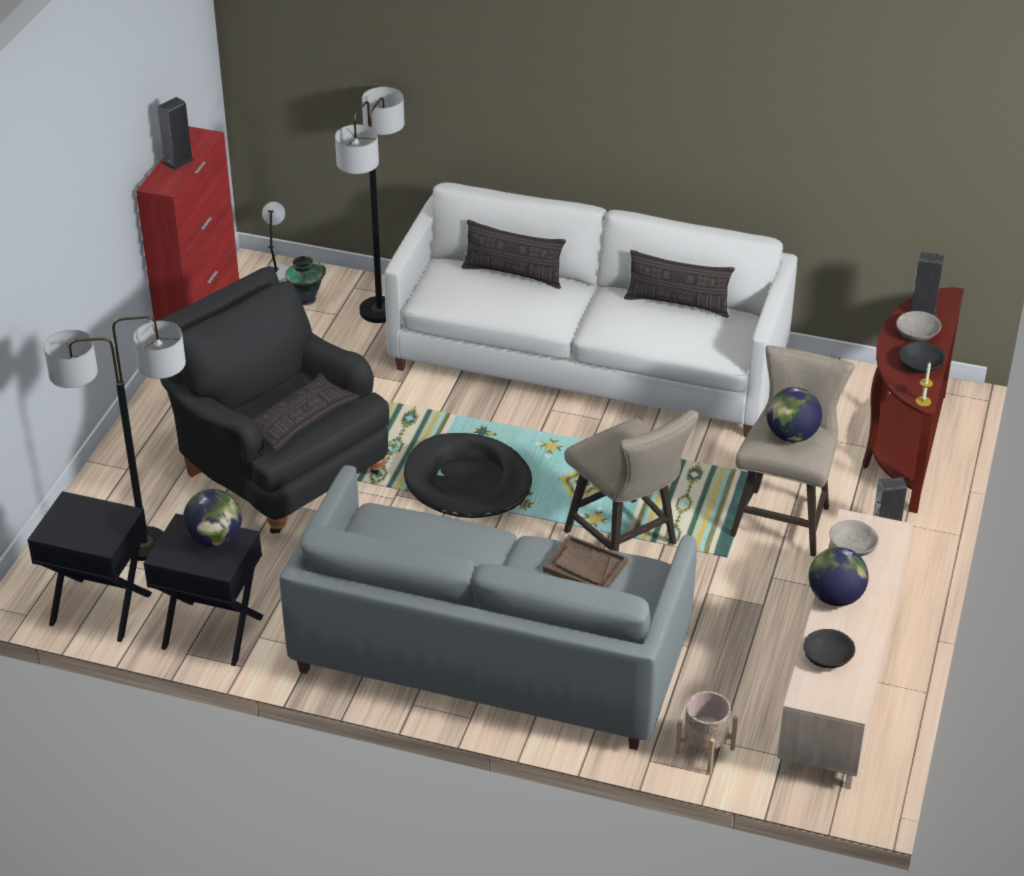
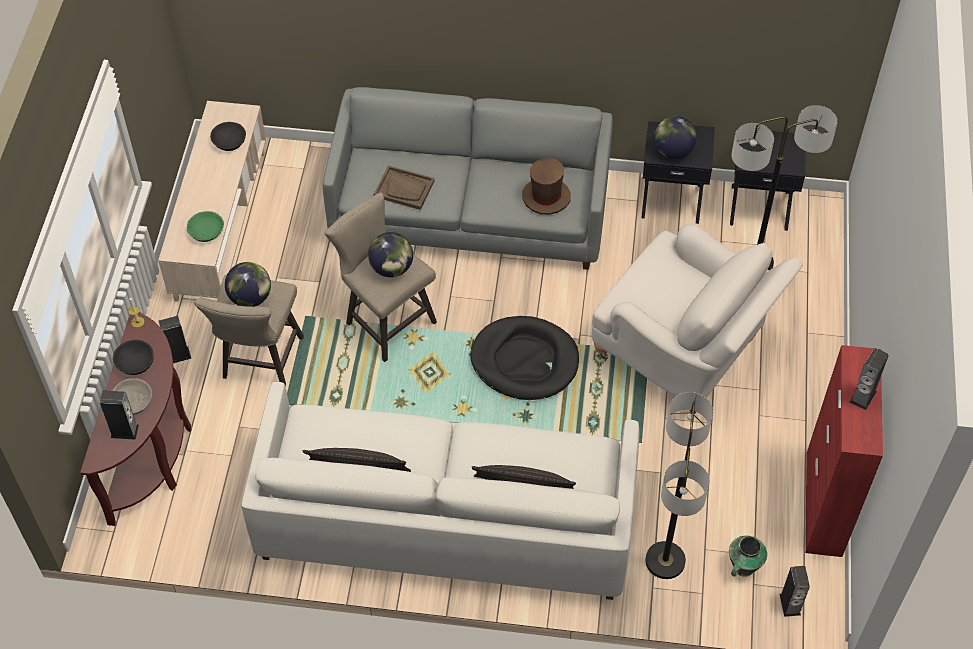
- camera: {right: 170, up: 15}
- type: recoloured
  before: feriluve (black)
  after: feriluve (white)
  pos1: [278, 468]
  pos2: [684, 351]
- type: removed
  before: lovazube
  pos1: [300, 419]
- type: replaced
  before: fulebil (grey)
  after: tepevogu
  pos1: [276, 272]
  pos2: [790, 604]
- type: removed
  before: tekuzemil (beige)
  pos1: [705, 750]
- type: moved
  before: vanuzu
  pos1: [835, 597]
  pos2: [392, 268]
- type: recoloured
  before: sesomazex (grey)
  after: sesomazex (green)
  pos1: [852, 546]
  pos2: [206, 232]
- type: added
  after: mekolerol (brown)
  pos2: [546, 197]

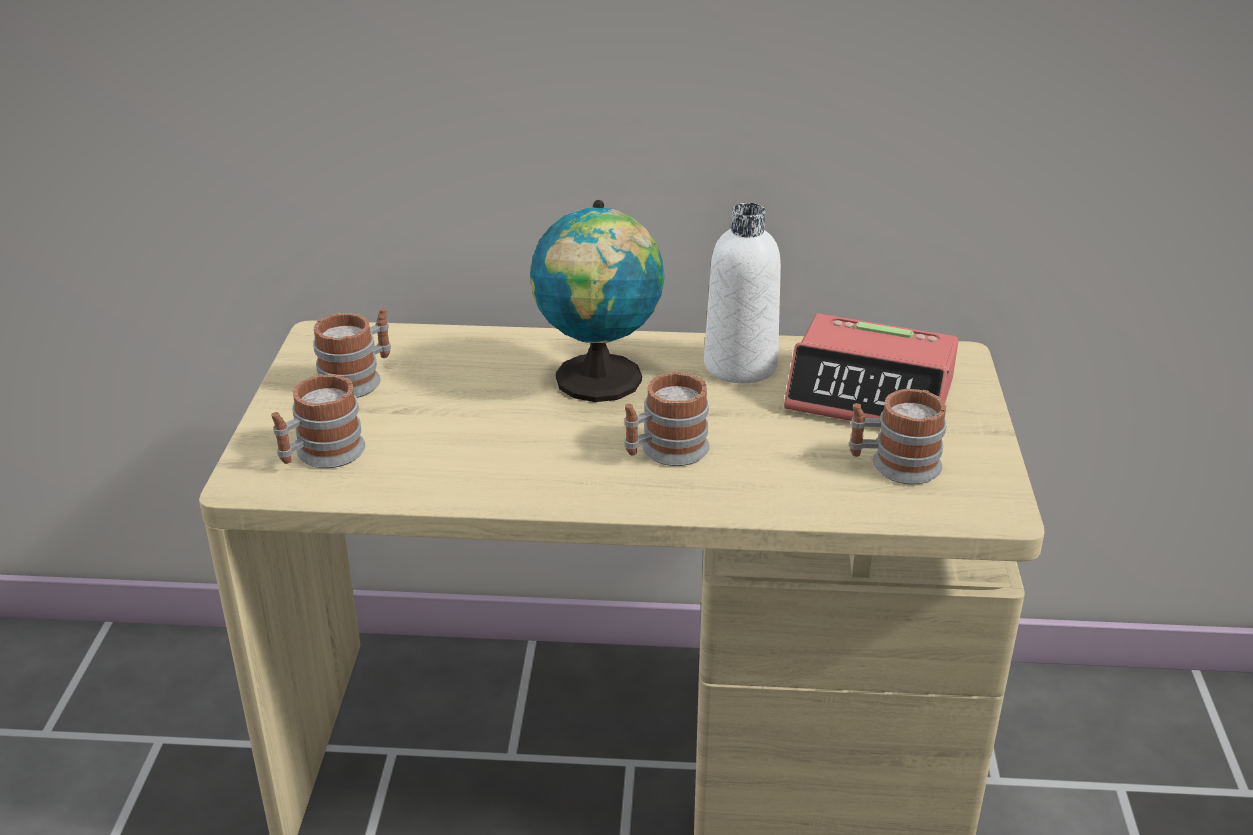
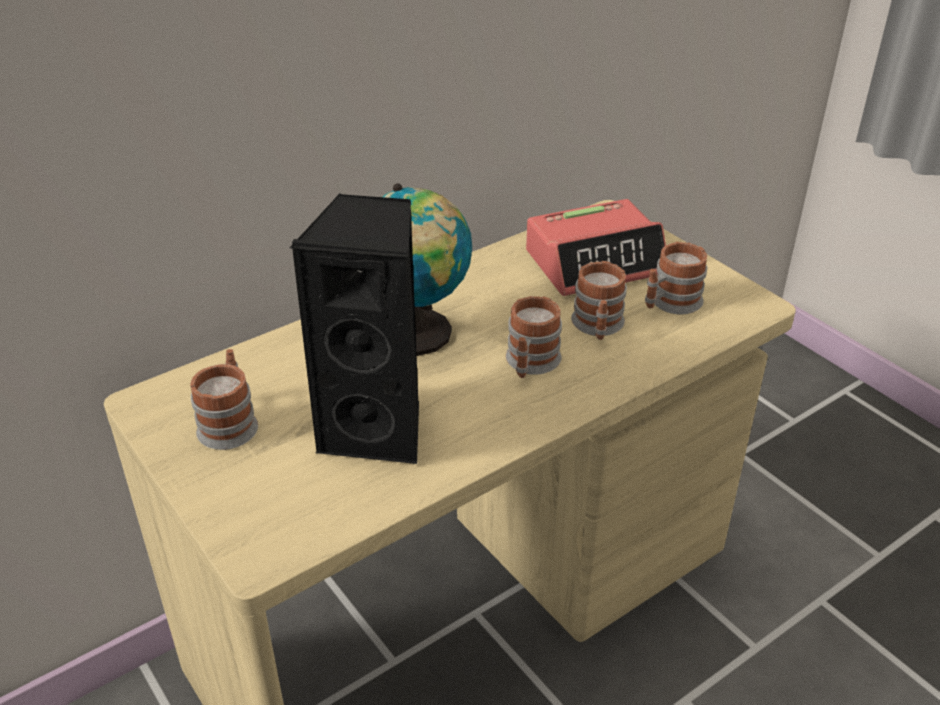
- camera: {right: -40, up: 5}
- type: moved
  before: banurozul
  pos1: [321, 455]
  pos2: [598, 327]
- type: removed
  before: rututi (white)
  pos1: [740, 366]
- type: added
  after: tepevogu (black)
  pos2: [378, 429]

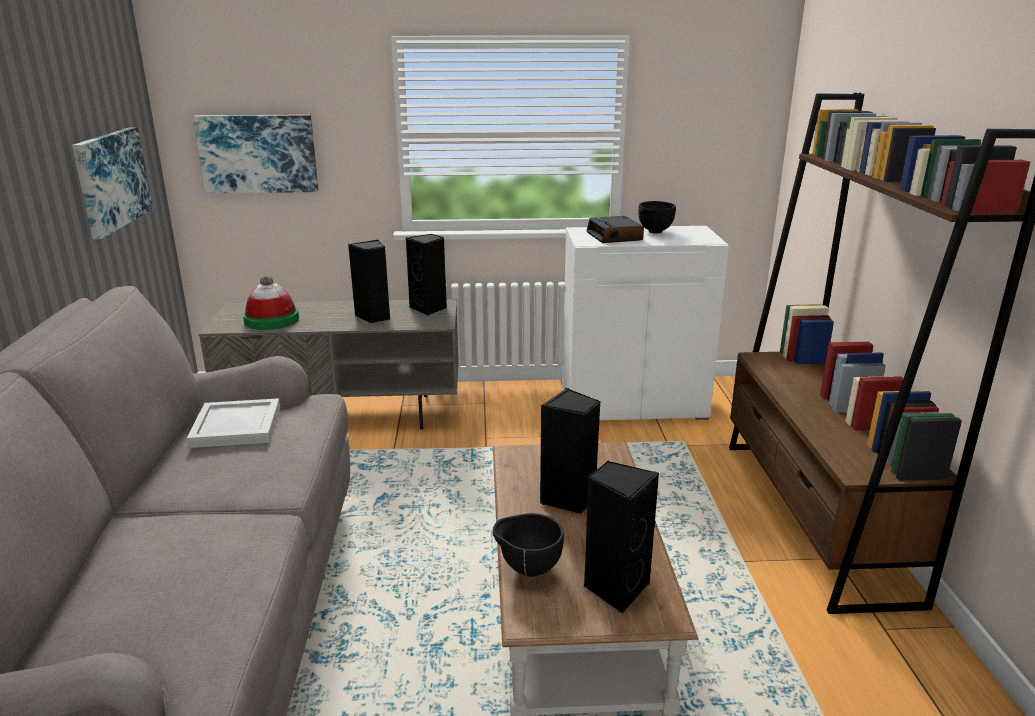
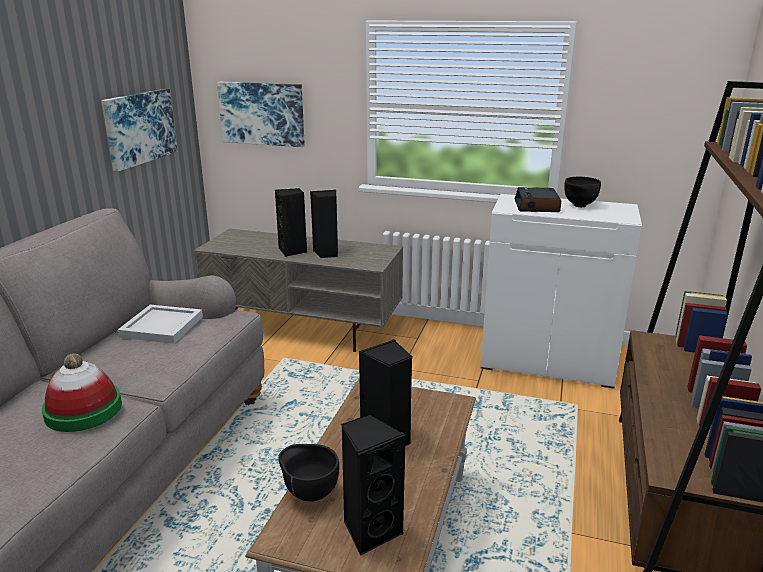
- camera: {right: 20, up: 0}
- type: moved
  before: mekolerol
  pos1: [271, 320]
  pos2: [83, 410]
- type: moved
  before: tepevogu (black)
  pos1: [429, 309]
  pos2: [293, 251]

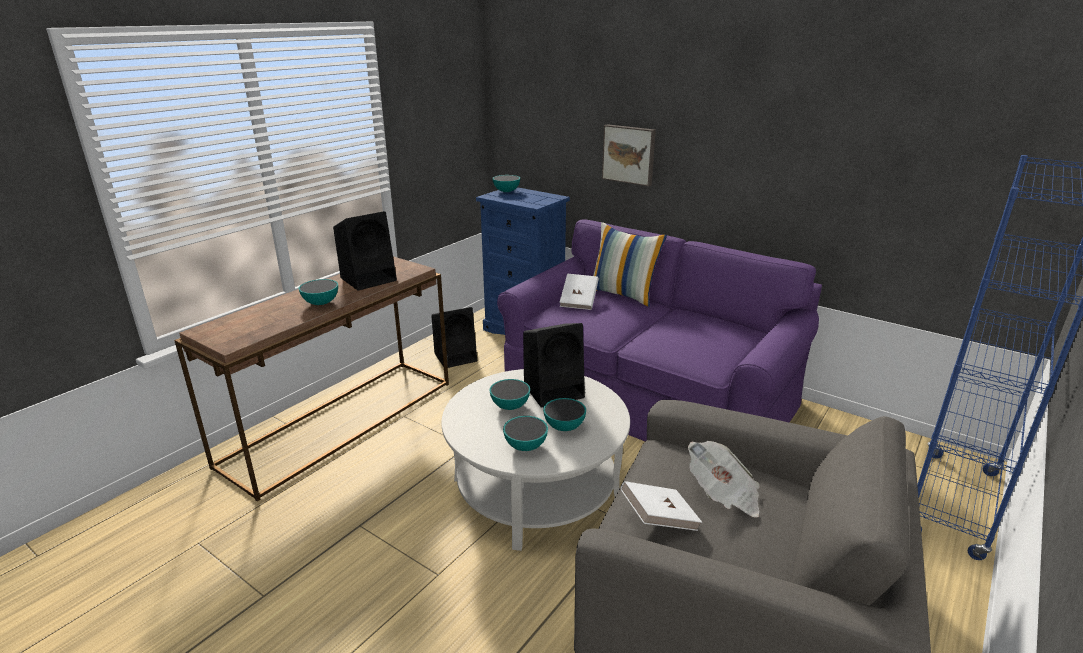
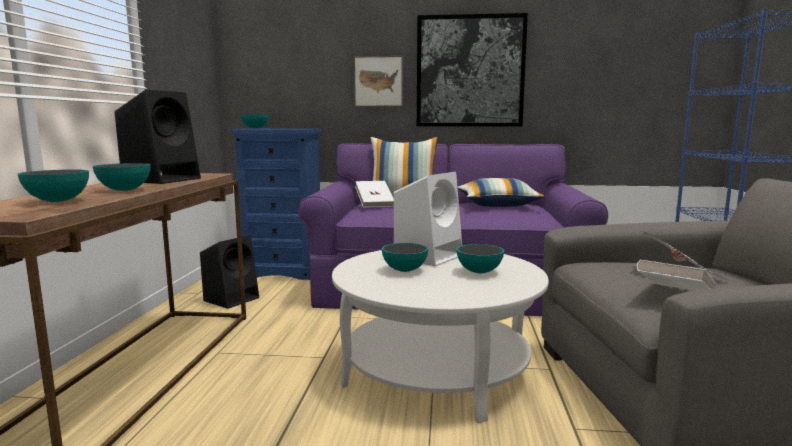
- camera: {right: -30, up: -15}
- type: moved
  before: sesomazex
  pos1: [525, 446]
  pos2: [58, 201]
- type: recoloured
  before: tepevogu (black)
  after: tepevogu (white)
  pos1: [555, 390]
  pos2: [429, 256]
- type: added
  after: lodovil
  pos2: [470, 71]
- type: added
  after: lovazube
  pos2: [497, 205]

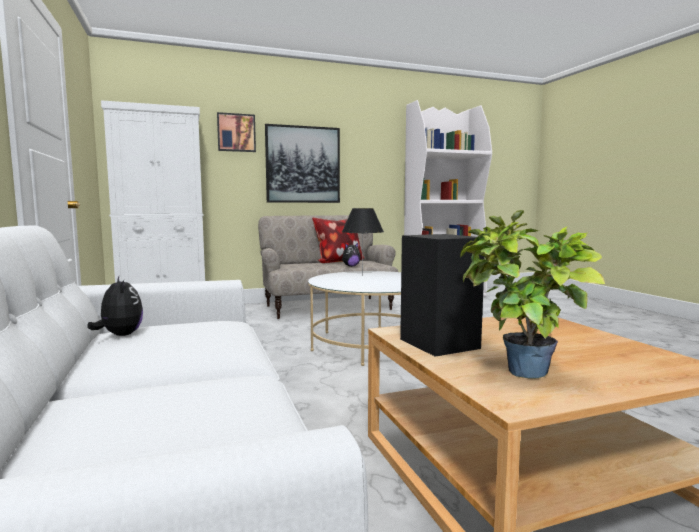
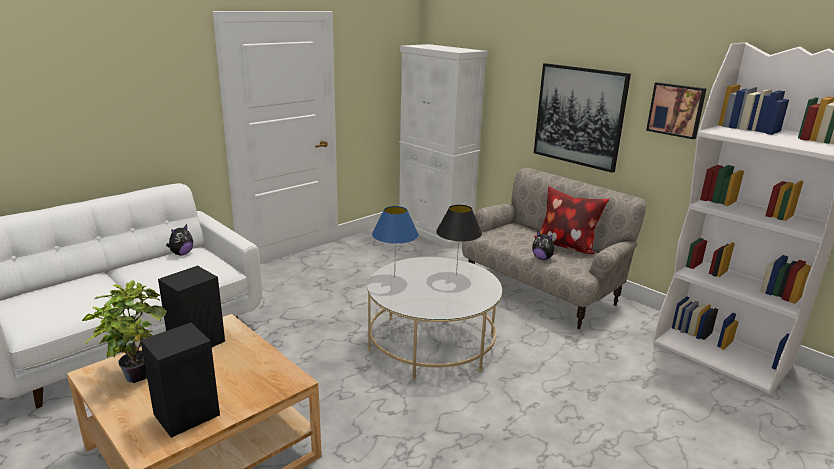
- camera: {right: 65, up: 15}
- type: moved
  before: lodovil
  pos1: [236, 133]
  pos2: [676, 110]
- type: added
  after: tepevogu (black)
  pos2: [188, 414]
- type: added
  after: fulebil (blue)
  pos2: [394, 278]

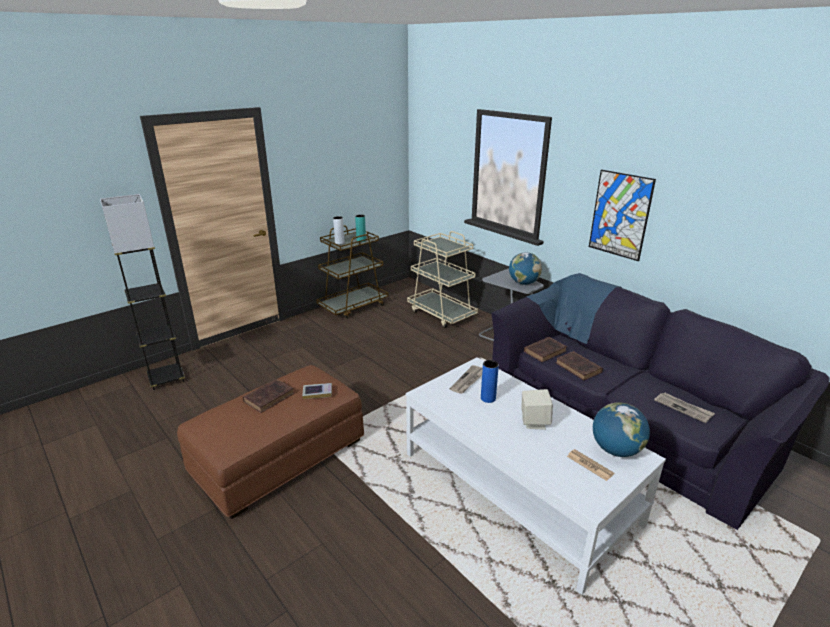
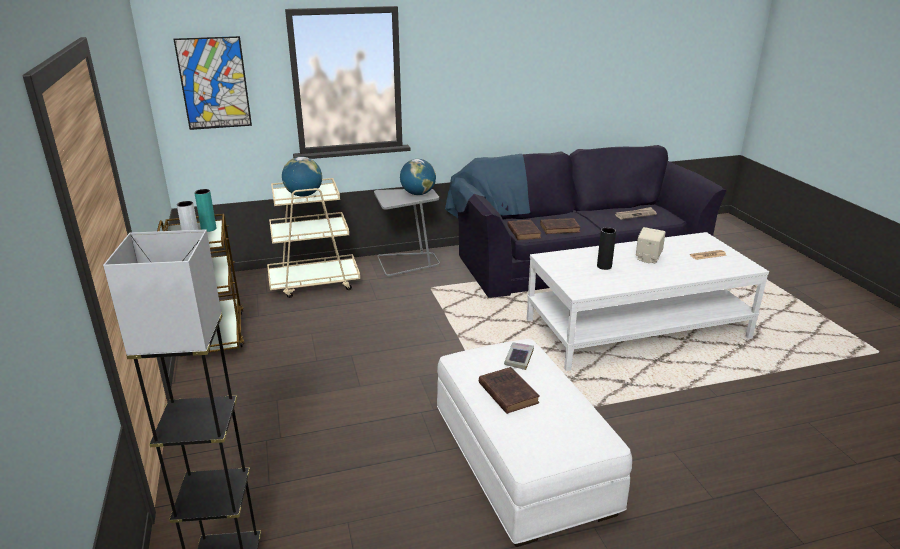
- camera: {right: -65, up: 0}
- type: recoloured
  before: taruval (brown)
  after: taruval (white)
  pos1: [279, 456]
  pos2: [521, 460]
- type: removed
  before: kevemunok
  pos1: [468, 381]
- type: recoloured
  before: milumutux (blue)
  after: milumutux (black)
  pos1: [488, 398]
  pos2: [604, 266]
- type: moved
  before: lodovil
  pos1: [620, 215]
  pos2: [214, 83]
- type: moved
  before: vanuzu
  pos1: [615, 450]
  pos2: [304, 195]

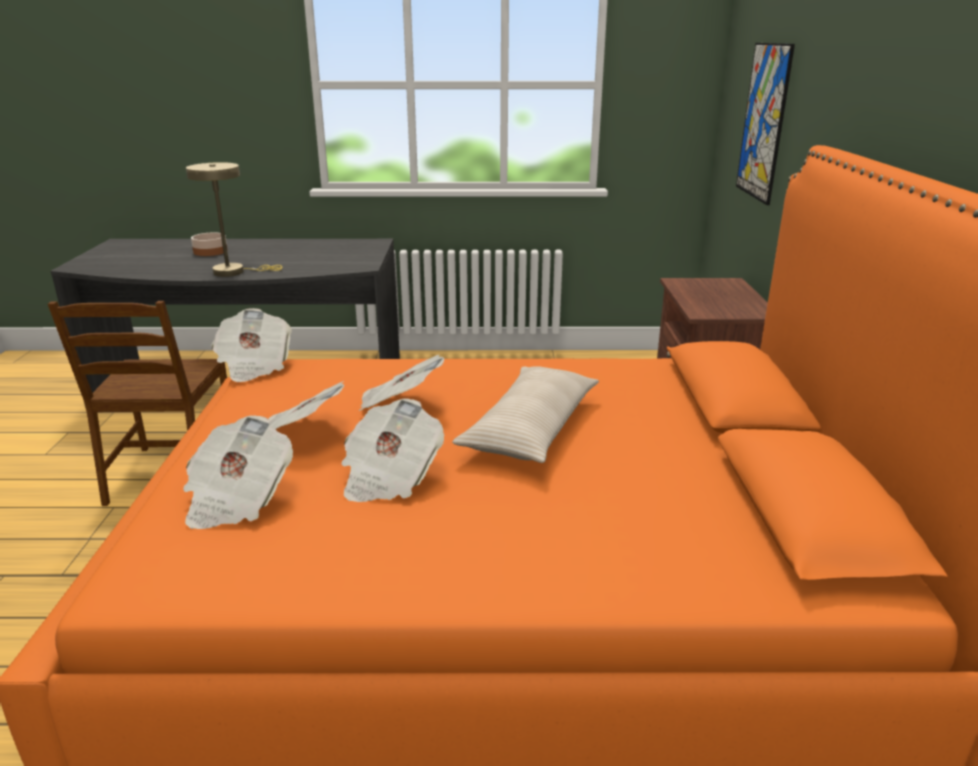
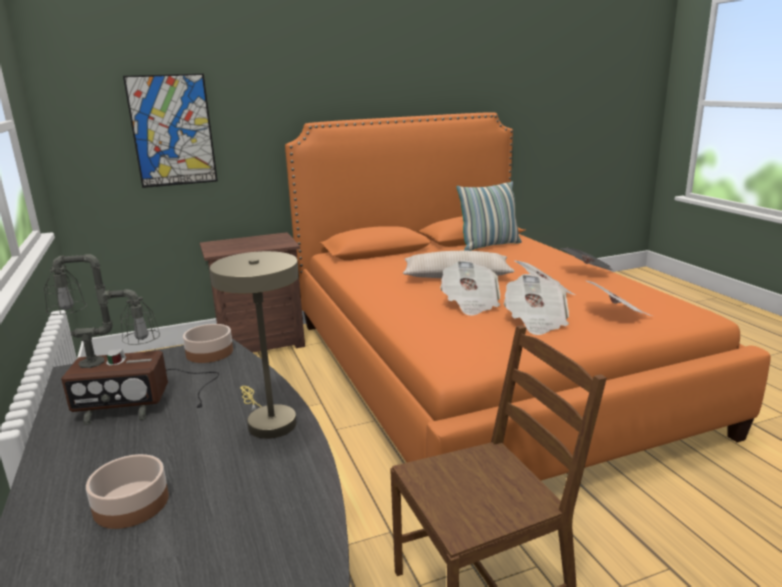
- camera: {right: -110, up: -5}
- type: moved
  before: kevemunok
  pos1: [254, 365]
  pos2: [588, 273]
- type: added
  after: fulebil
  pos2: [139, 401]
- type: added
  after: sesomazex
  pos2: [210, 352]
- type: added
  after: lovazube
  pos2: [489, 246]

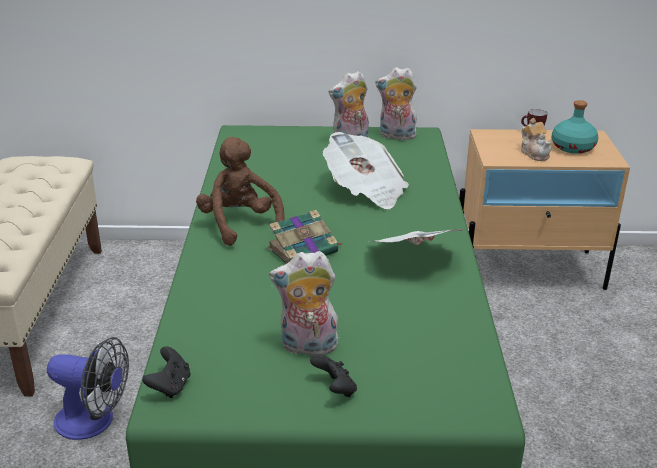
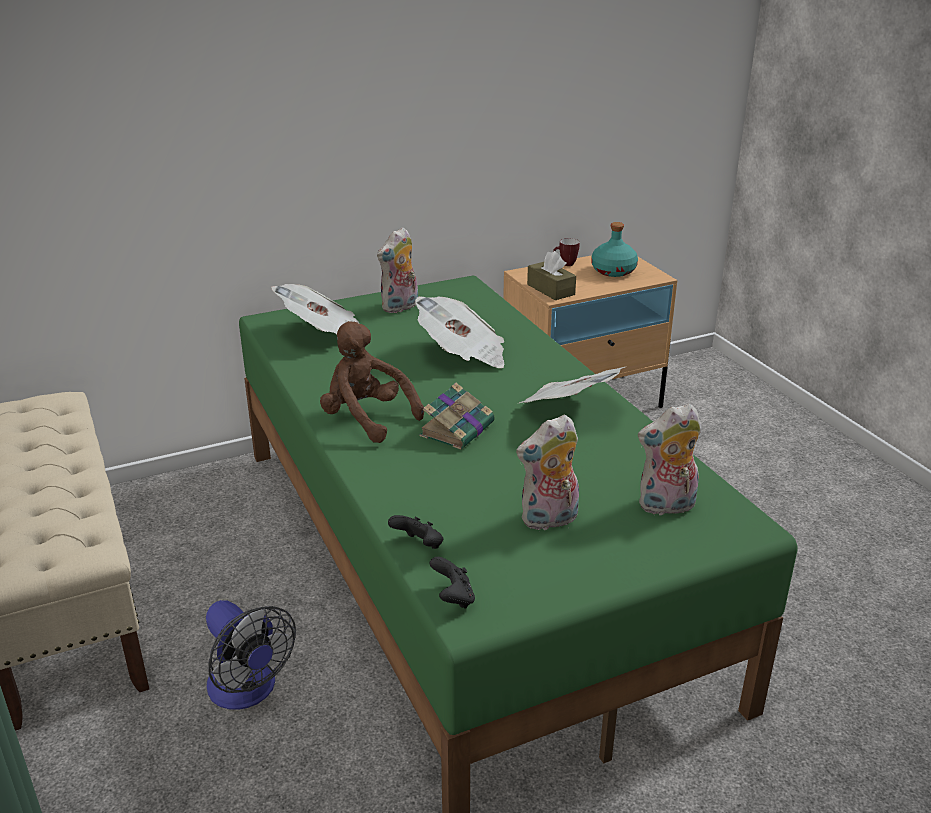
- camera: {right: -25, up: 0}
- type: turned
  before: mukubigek
  pos1: [94, 422]
  pos2: [248, 691]
  turn: 60
- type: moved
  before: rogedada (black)
  pos1: [335, 389]
  pos2: [419, 546]
- type: moved
  before: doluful
  pos1: [396, 136]
  pos2: [666, 506]
- type: removed
  before: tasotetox
  pos1: [535, 153]
- type: added
  after: kevemunok
  pos2: [324, 333]
- type: added
  after: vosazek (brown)
  pos2: [550, 289]

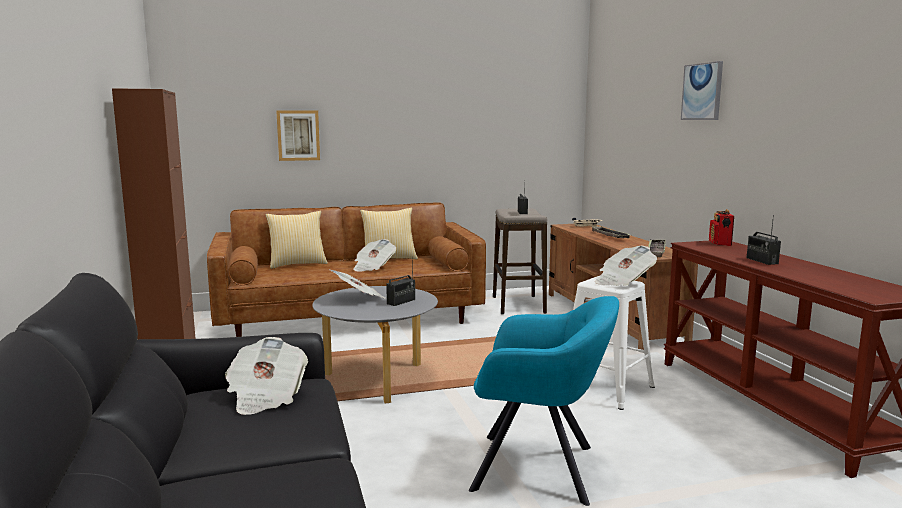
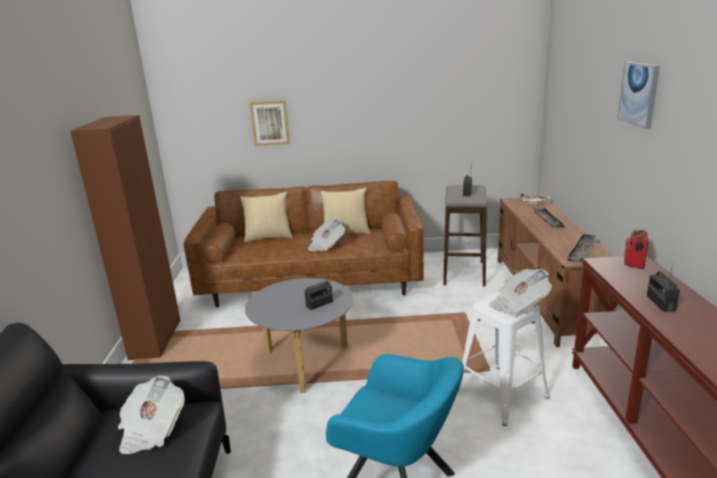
- camera: {right: 15, up: 10}
- type: removed
  before: kevemunok
  pos1: [359, 299]

